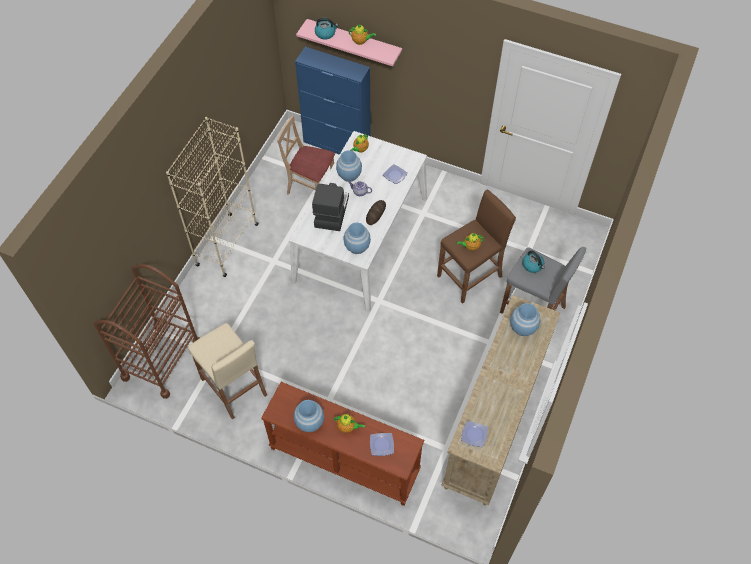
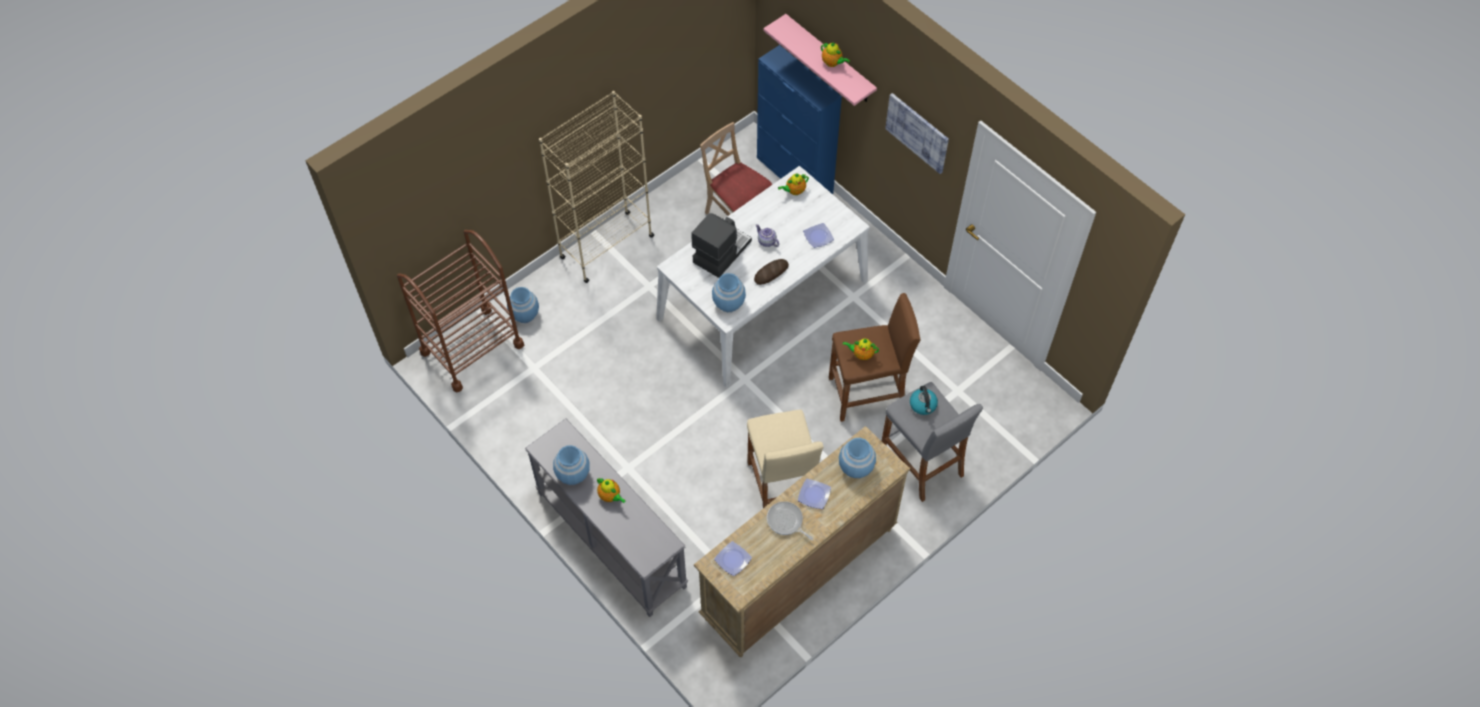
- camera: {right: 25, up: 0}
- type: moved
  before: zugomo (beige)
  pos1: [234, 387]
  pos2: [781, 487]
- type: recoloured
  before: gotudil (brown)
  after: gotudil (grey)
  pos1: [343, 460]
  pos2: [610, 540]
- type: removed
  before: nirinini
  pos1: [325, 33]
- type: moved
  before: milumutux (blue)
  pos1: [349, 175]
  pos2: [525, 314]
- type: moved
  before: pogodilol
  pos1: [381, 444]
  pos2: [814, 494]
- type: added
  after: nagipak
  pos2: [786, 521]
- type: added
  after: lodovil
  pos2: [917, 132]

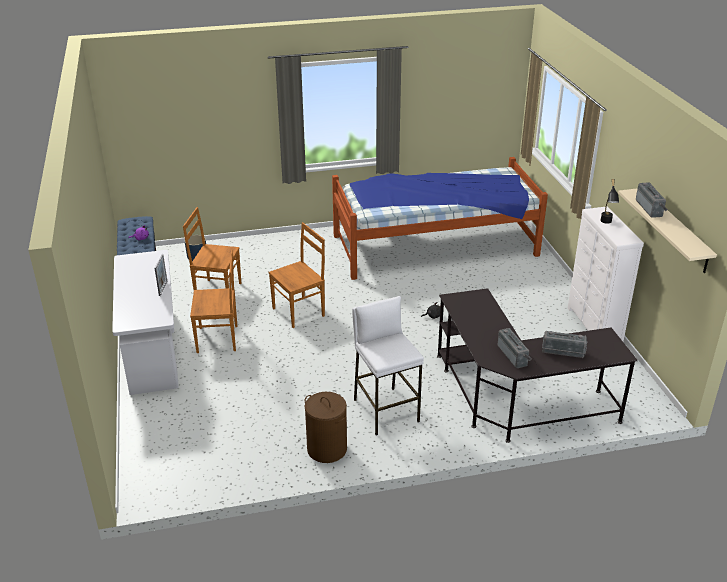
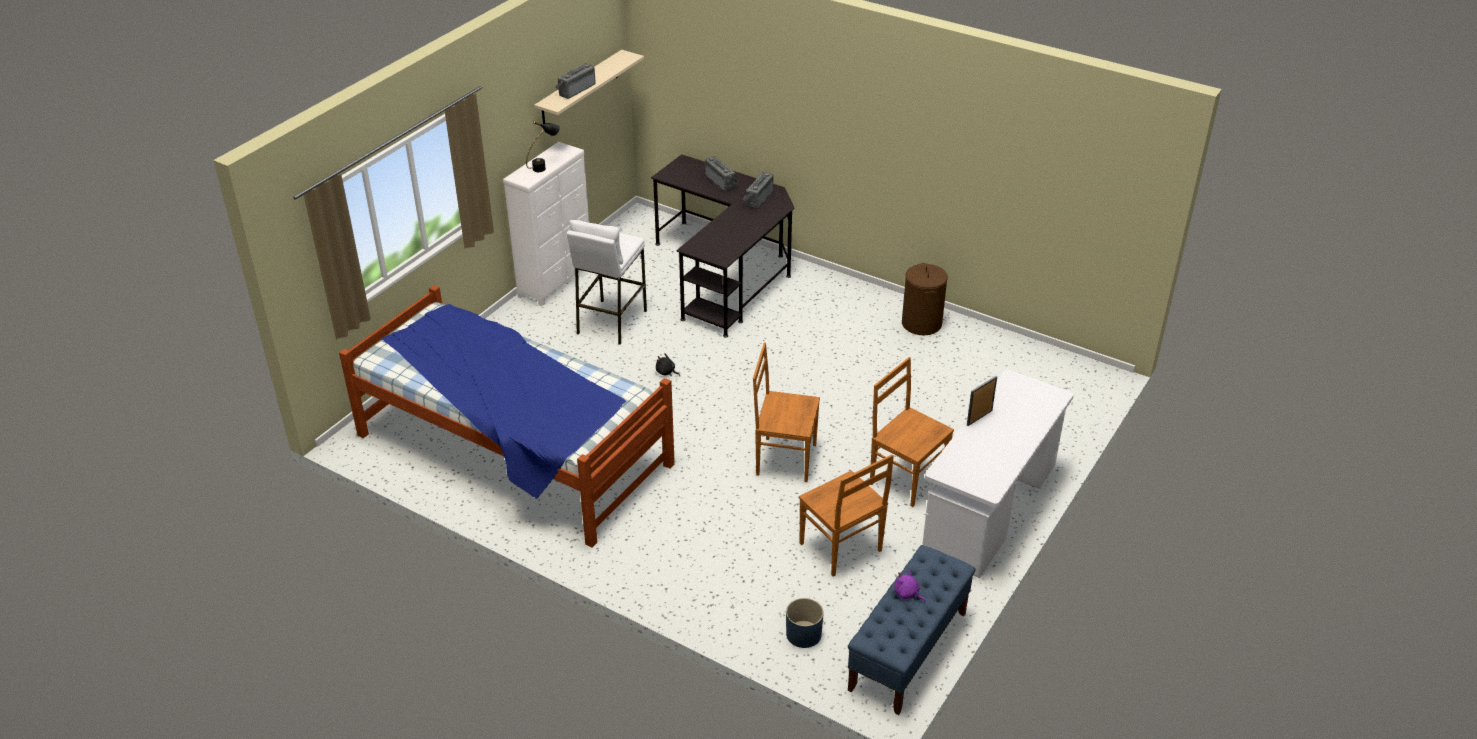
- camera: {right: -135, up: 5}
- type: moved
  before: zugomo (white)
  pos1: [385, 410]
  pos2: [611, 322]

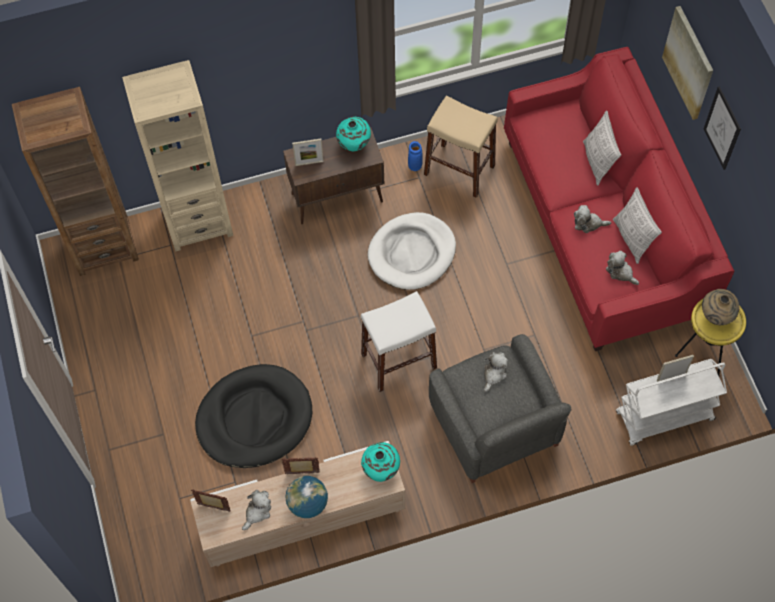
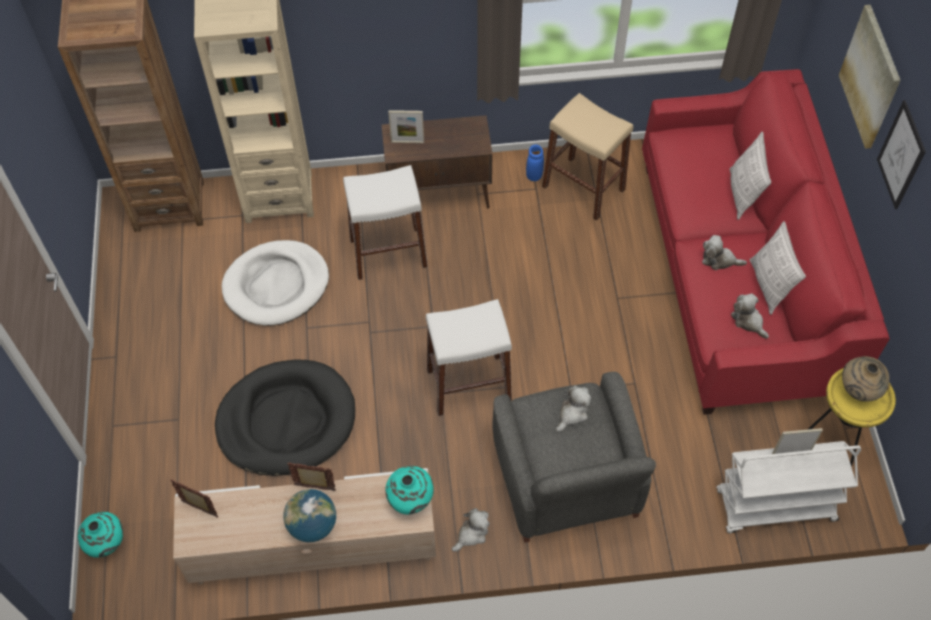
- camera: {right: 10, up: -5}
- type: moved
  before: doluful
  pos1: [257, 512]
  pos2: [472, 534]
- type: moved
  before: milumutux (turquoise)
  pos1: [354, 145]
  pos2: [107, 544]
- type: moved
  before: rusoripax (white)
  pos1: [412, 253]
  pos2: [276, 285]
- type: added
  after: zugomo (white)
  pos2: [388, 253]

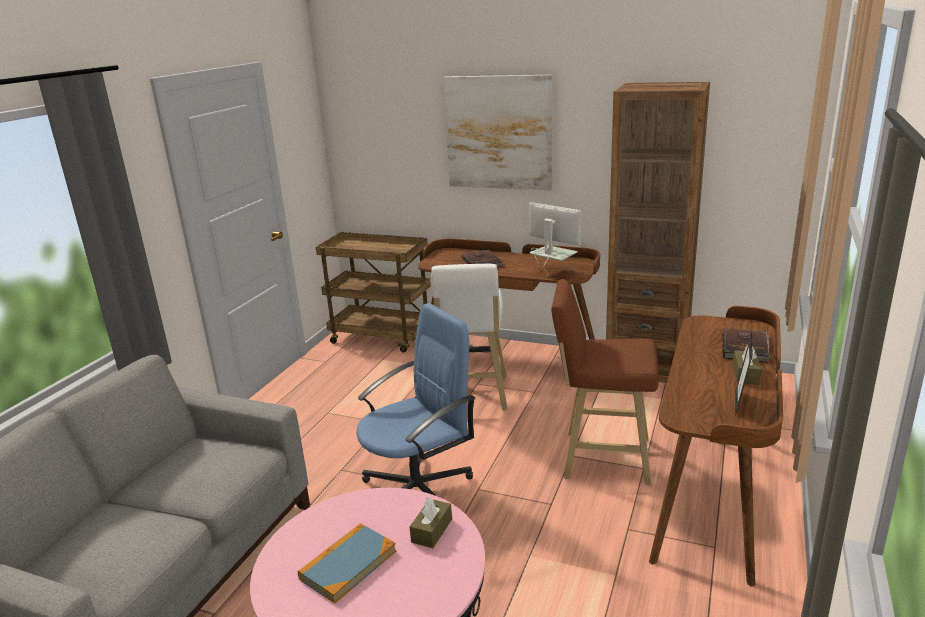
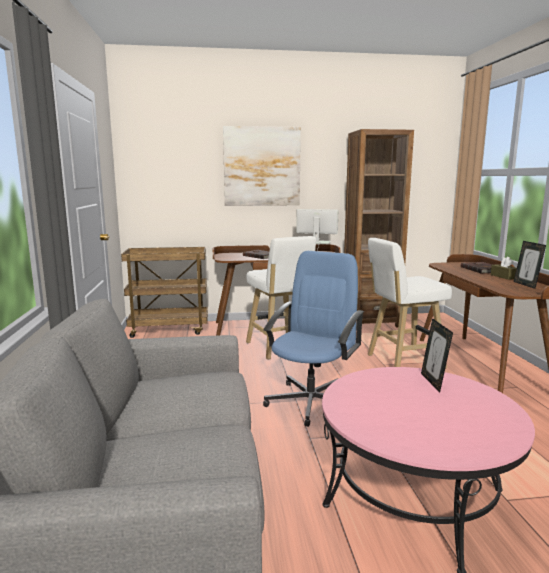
- camera: {right: -30, up: -10}
- type: removed
  before: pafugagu
  pos1: [348, 565]
- type: replaced
  before: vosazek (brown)
  after: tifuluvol
  pos1: [432, 530]
  pos2: [433, 382]
- type: recoloured
  before: zugomo (brown)
  after: zugomo (white)
  pos1: [601, 457]
  pos2: [402, 362]

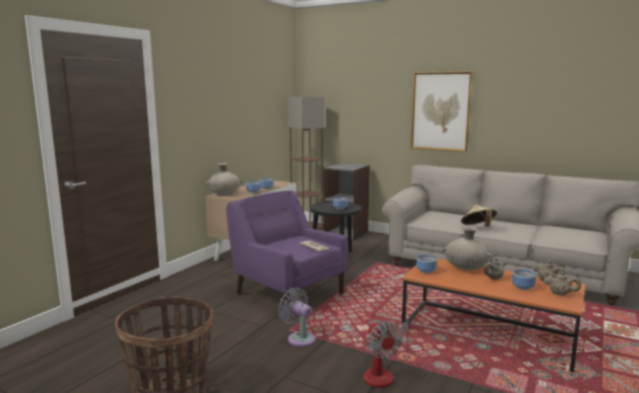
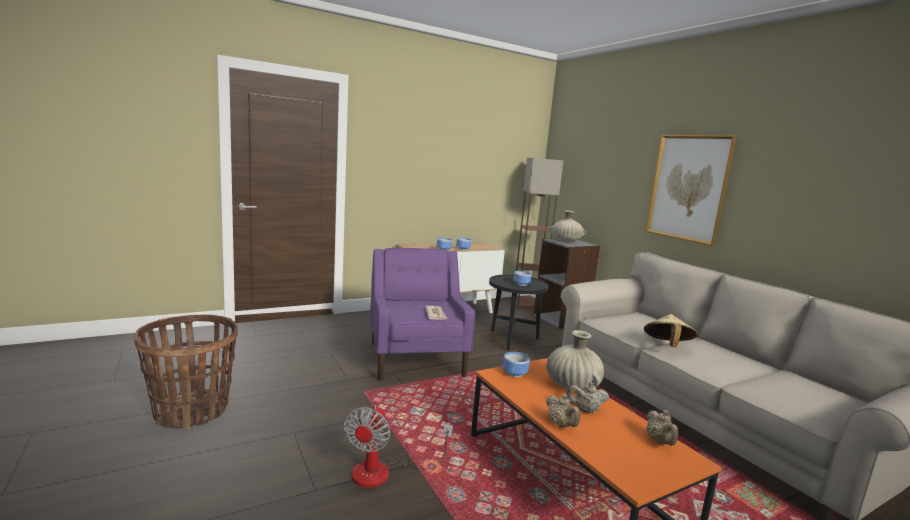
- camera: {right: 30, up: 0}
- type: moved
  before: milumutux (beige)
  pos1: [224, 194]
  pos2: [566, 241]
- type: removed
  before: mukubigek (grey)
  pos1: [299, 338]
- type: removed
  before: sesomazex
  pos1: [522, 287]
- type: moved
  before: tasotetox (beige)
  pos1: [560, 294]
  pos2: [561, 425]

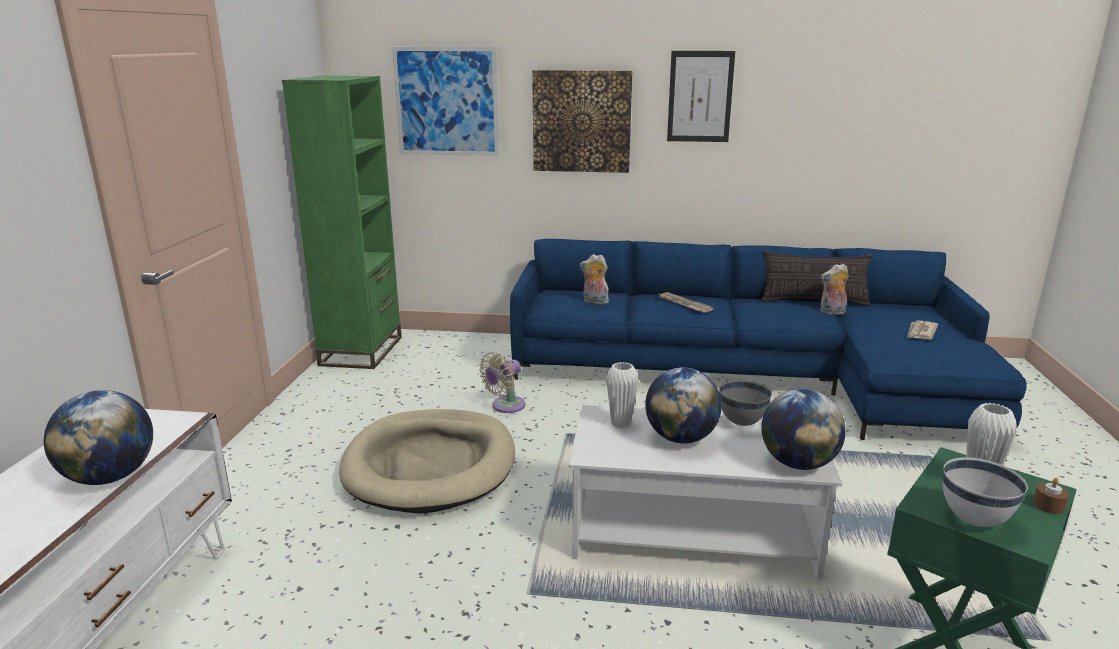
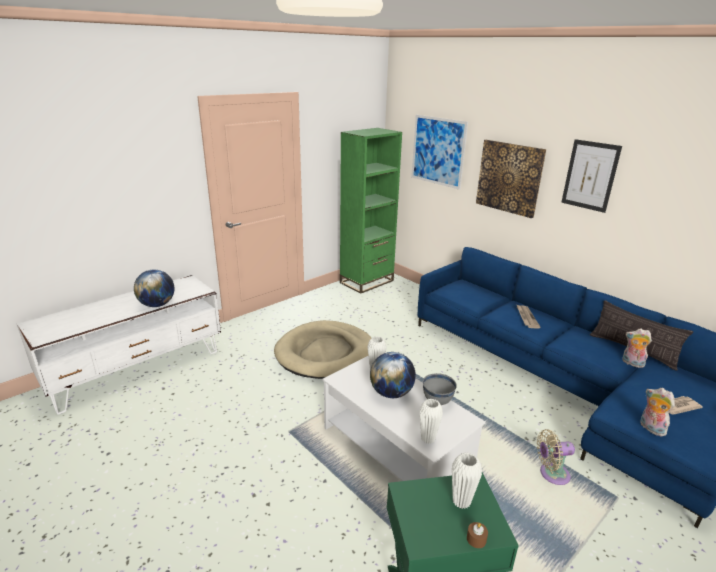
- camera: {right: 40, up: 5}
- type: moved
  before: mukubigek (beige)
  pos1: [505, 406]
  pos2: [551, 474]
- type: moved
  before: doluful
  pos1: [594, 302]
  pos2: [650, 428]
- type: replaced
  before: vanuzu
  after: milumutux (white)
  pos1: [798, 463]
  pos2: [428, 438]
- type: removed
  before: sesomazex (white)
  pos1: [973, 520]

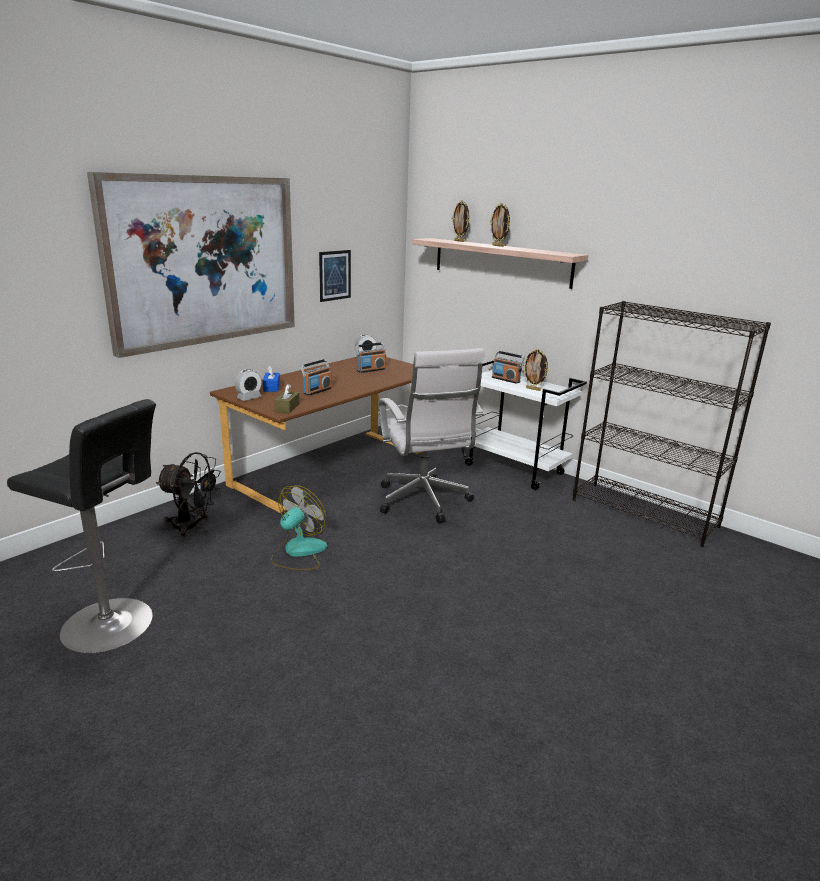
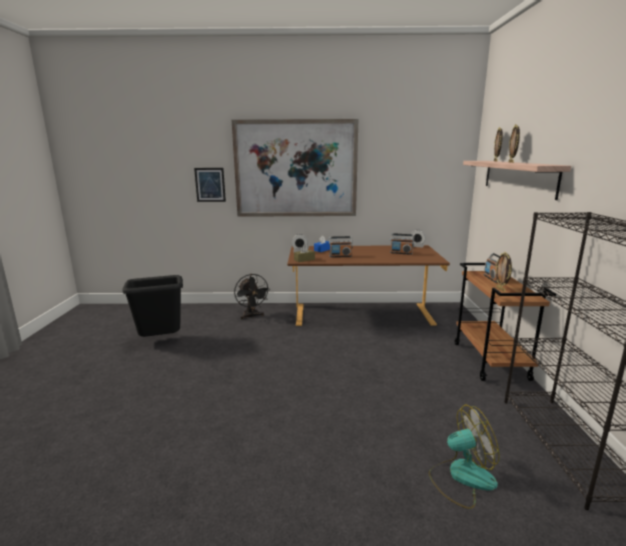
- camera: {right: 50, up: -5}
- type: replaced
  before: zugomo (black)
  after: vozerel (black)
  pos1: [112, 626]
  pos2: [160, 341]
- type: moved
  before: mukubigek
  pos1: [298, 552]
  pos2: [461, 477]
- type: moved
  before: lodovil
  pos1: [335, 275]
  pos2: [210, 184]
- type: removed
  before: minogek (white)
  pos1: [424, 502]
- type: recoloured
  before: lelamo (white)
  after: lelamo (brown)
  pos1: [515, 469]
  pos2: [491, 361]

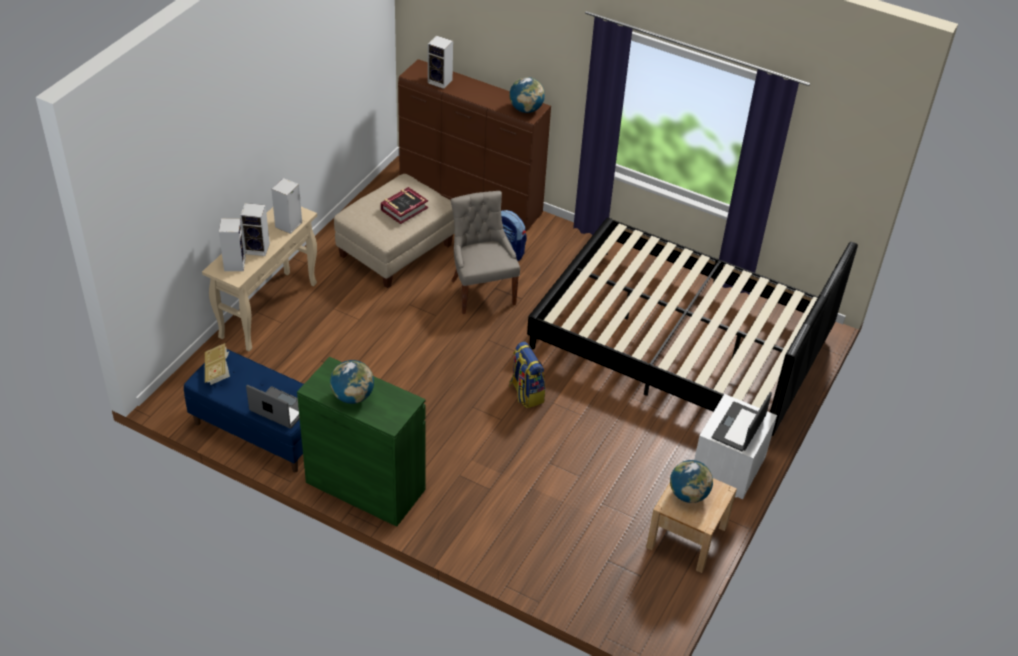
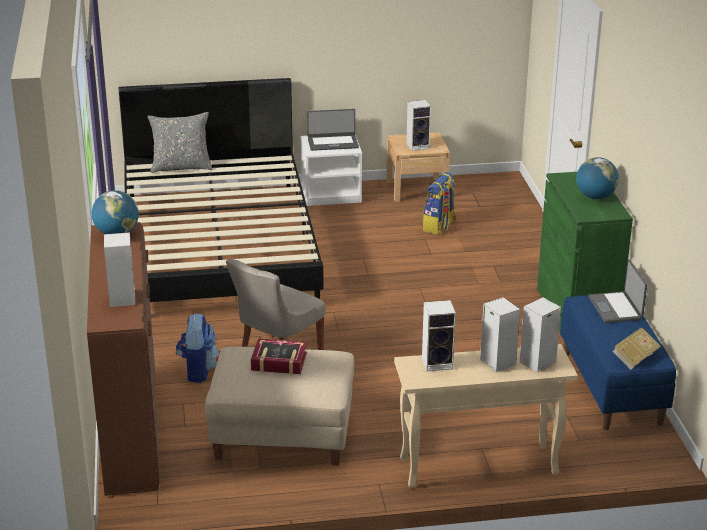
- camera: {right: -125, up: -15}
- type: moved
  before: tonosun
  pos1: [525, 393]
  pos2: [439, 226]
- type: replaced
  before: vanuzu
  after: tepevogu
  pos1: [688, 494]
  pos2: [418, 146]
- type: added
  after: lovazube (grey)
  pos2: [181, 167]

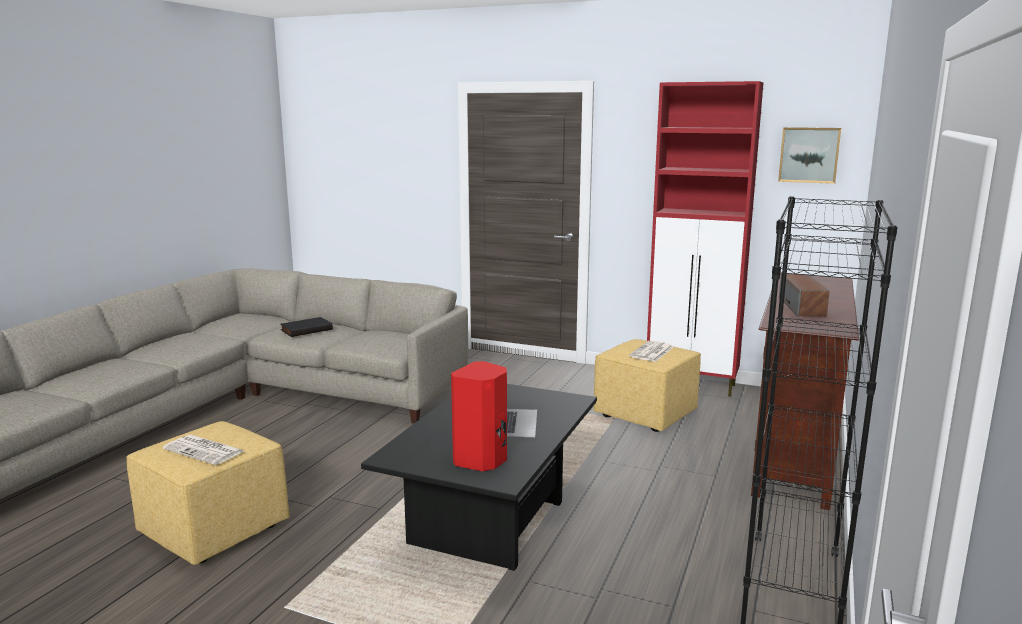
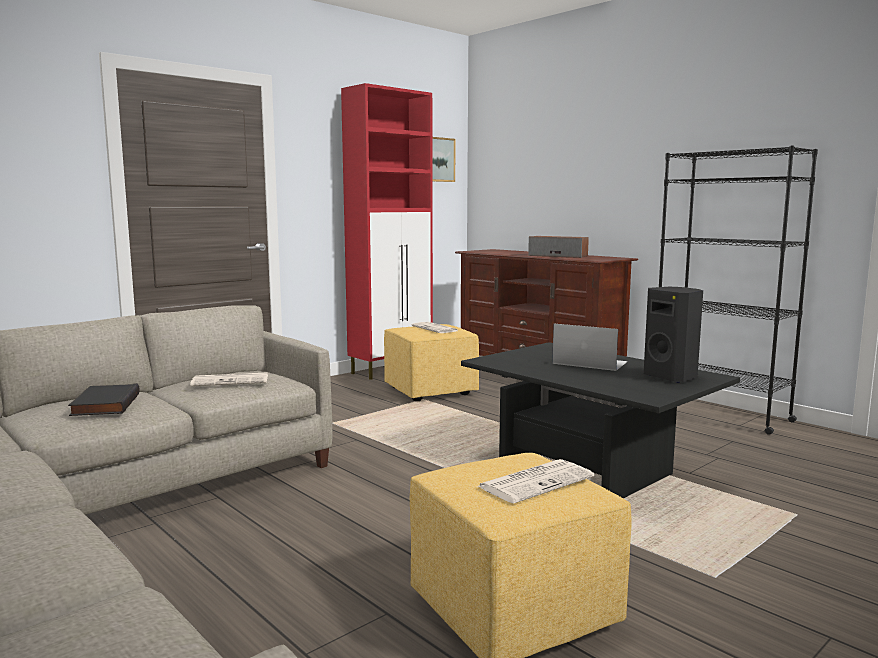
- camera: {right: -65, up: -5}
- type: recoloured
  before: tepevogu (red)
  after: tepevogu (black)
  pos1: [482, 461]
  pos2: [671, 377]
- type: added
  after: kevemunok
  pos2: [231, 381]

